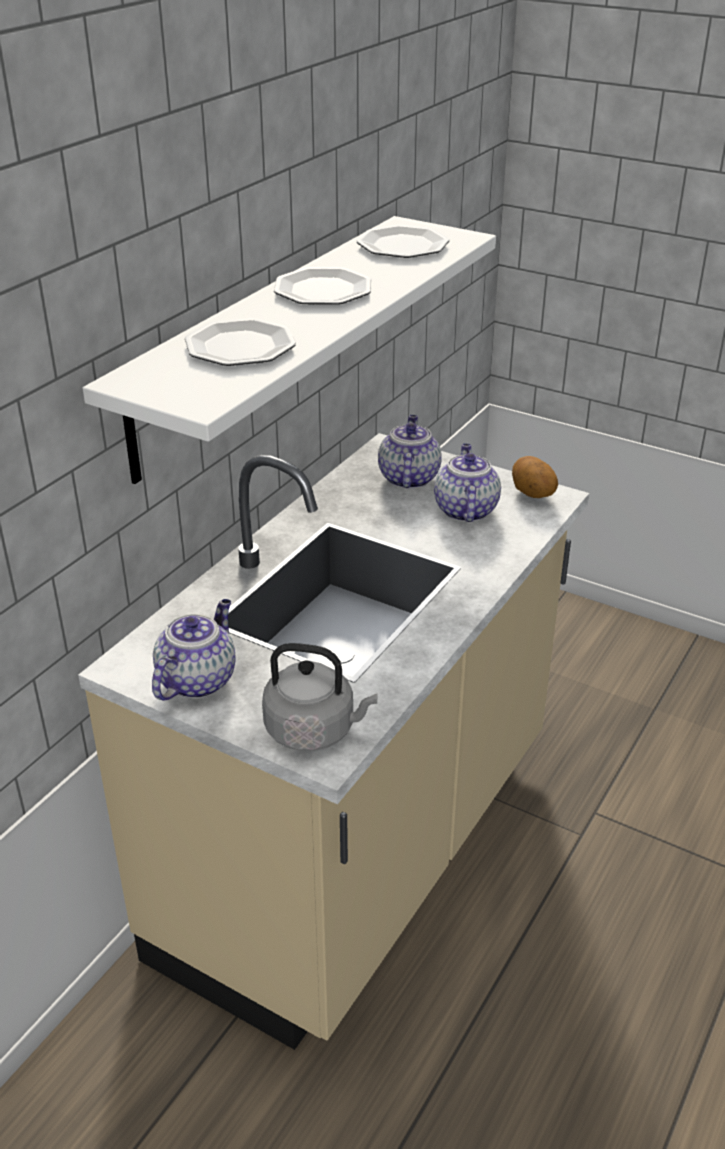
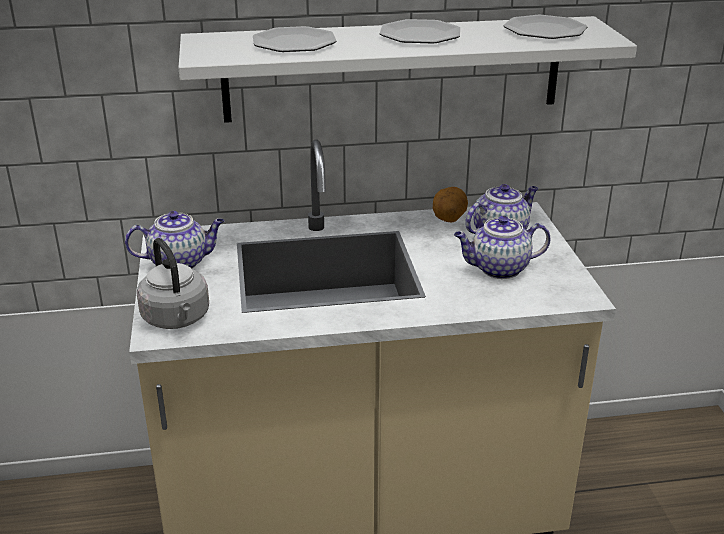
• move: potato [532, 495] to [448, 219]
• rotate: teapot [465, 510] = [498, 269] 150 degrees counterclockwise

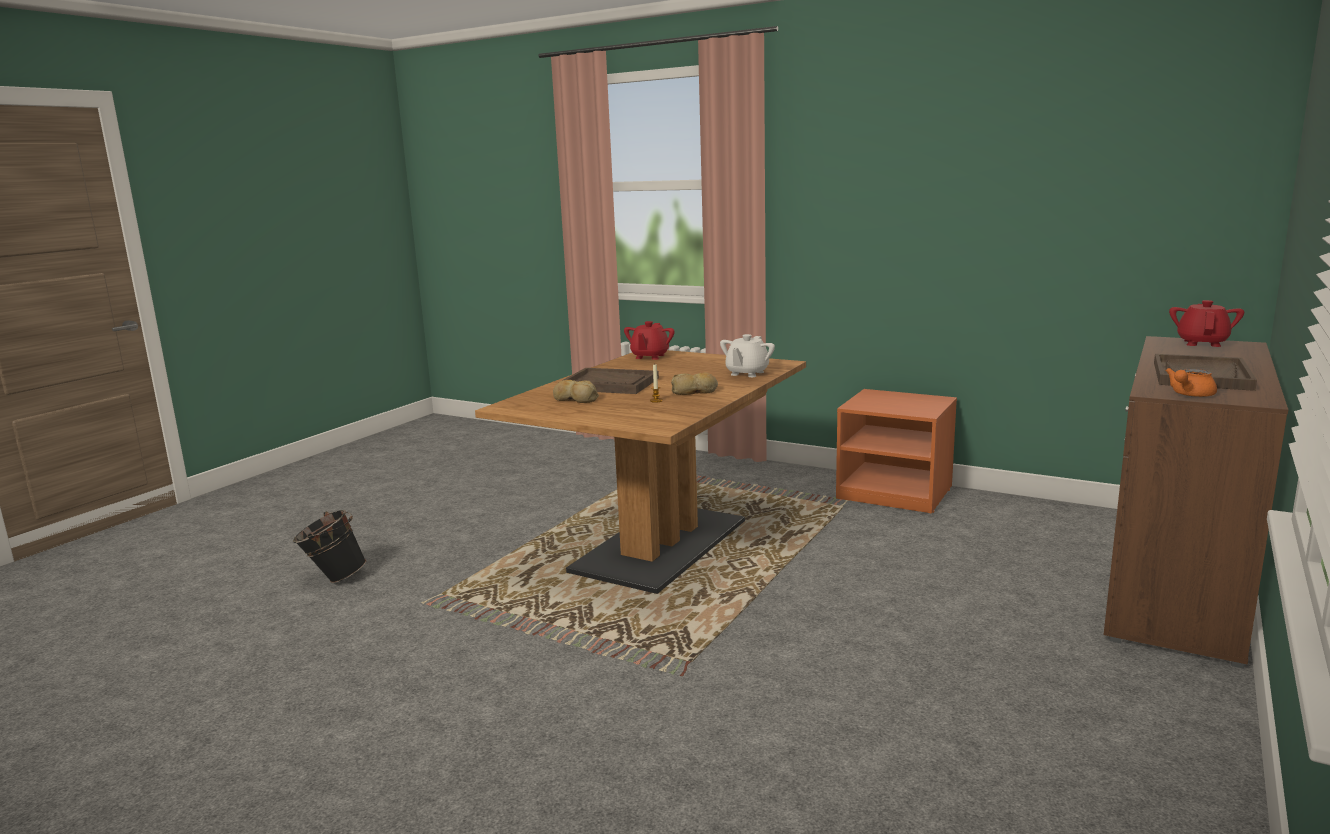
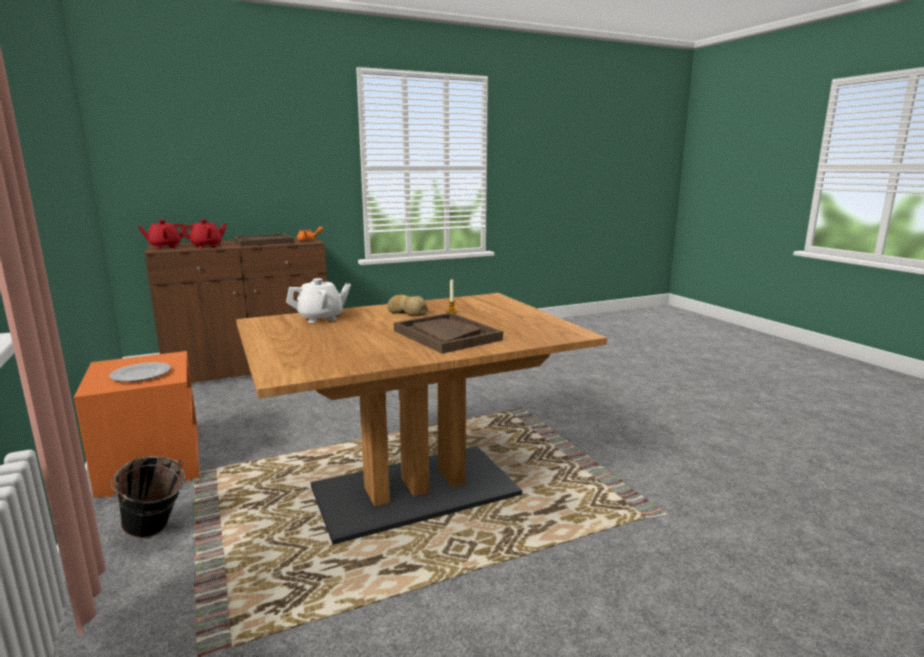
• delete: bread [575, 399]
• insert: plate [142, 374]
• move: black bucket [333, 578] to [155, 533]
• move: red teapot [649, 356] to [207, 246]

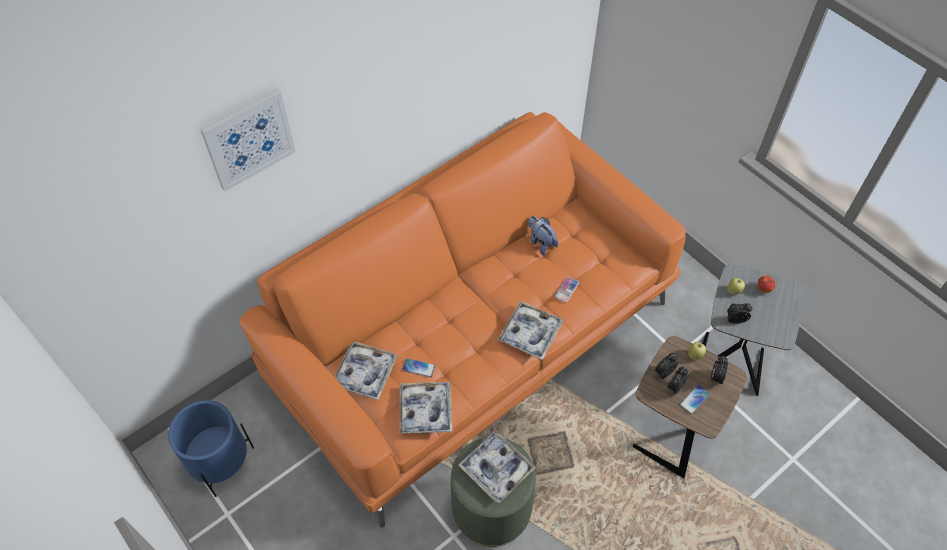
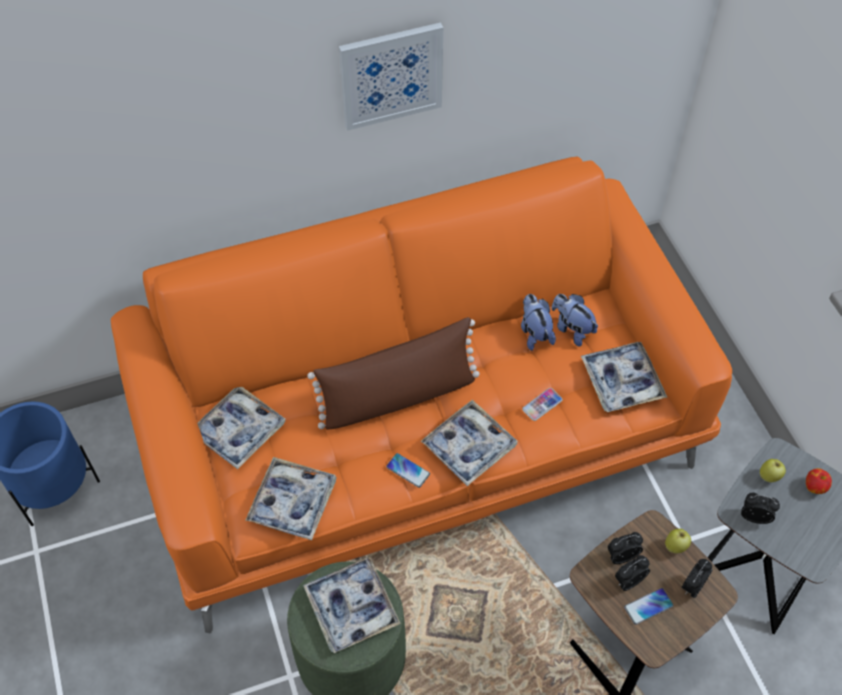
• insert: brown pillow [398, 396]
• insert: plush toy [571, 329]
• insert: tray [621, 381]
• move: picture [248, 139] to [391, 75]
• move: phone [418, 368] to [408, 470]

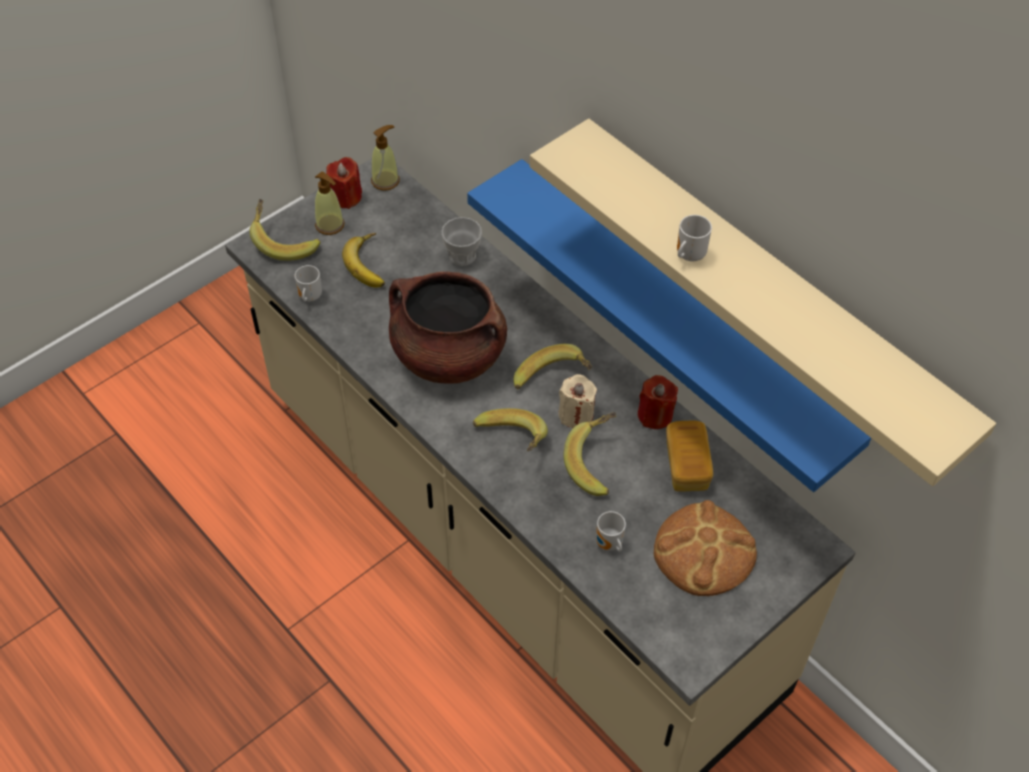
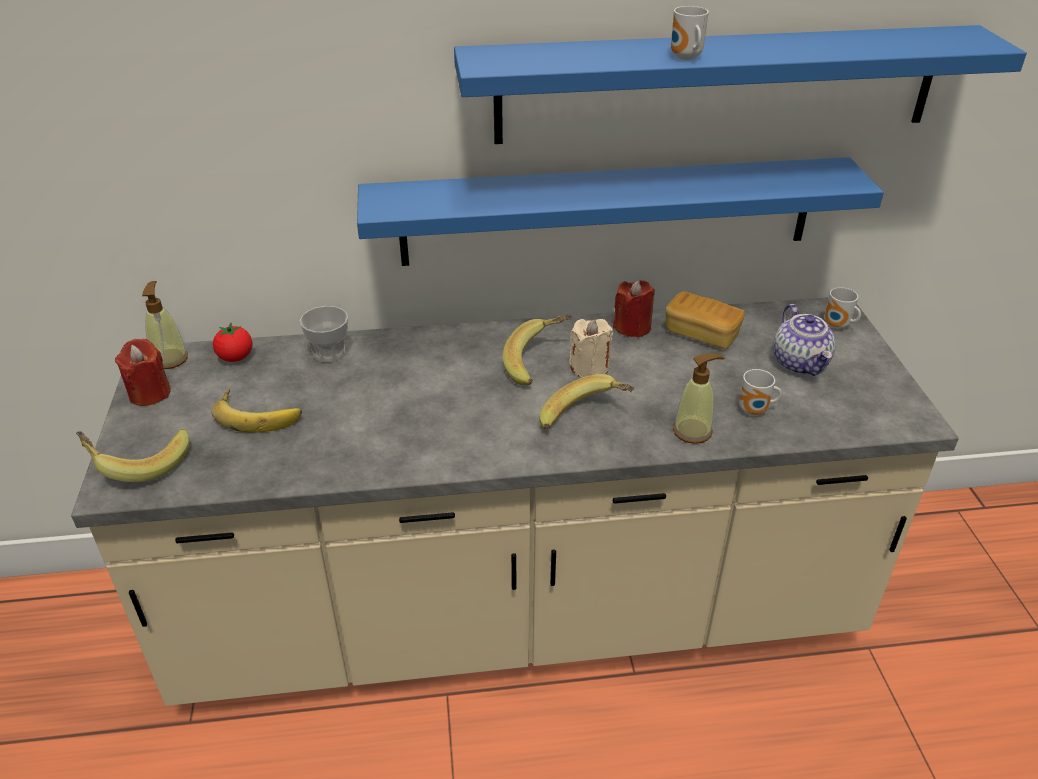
• delete: brown cooking pot [448, 355]
• delete: banana [597, 463]
• insert: tomato [236, 357]
• move: mug [309, 297] to [837, 326]
• move: soap dispenser [330, 225] to [692, 431]
• replace: bread [704, 551] to teapot [800, 363]
• recolor: beige shelf [767, 289] to blue shelf [717, 85]

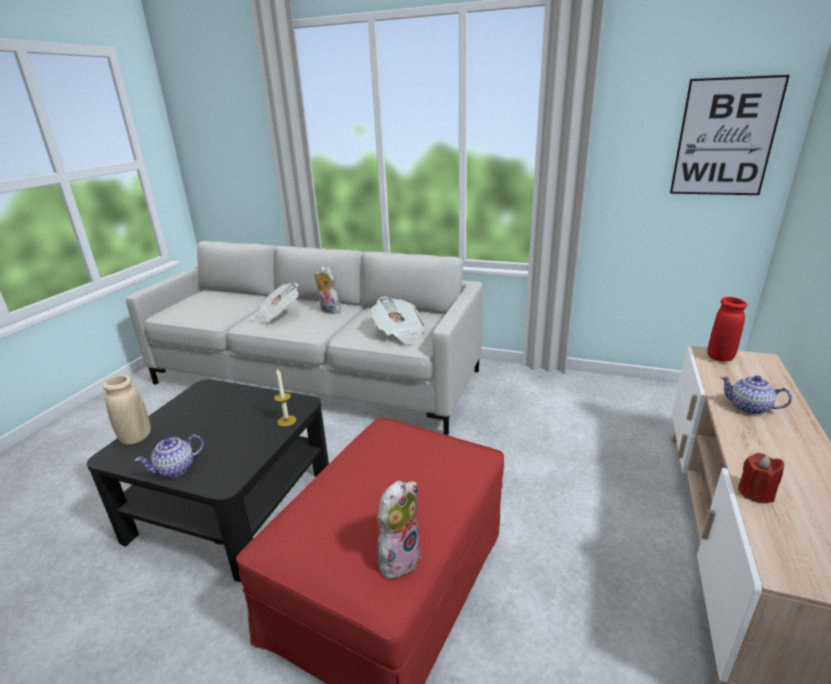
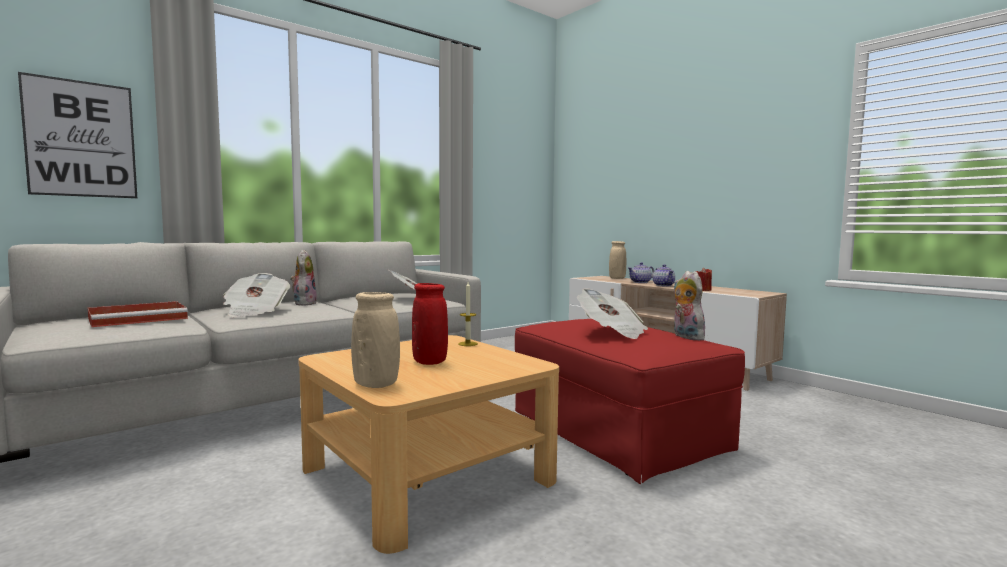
• insert: red tray [140, 318]
• insert: newspaper [612, 332]
• insert: beige vase [617, 278]
• move: teapot [176, 469] to [663, 285]
• move: picture [725, 138] to [81, 139]
• move: red vase [720, 357] to [429, 362]
• recolor: black coffee table [233, 503] to beige coffee table [427, 473]
• rotate: plush toy [328, 310] = [304, 303] 105 degrees clockwise

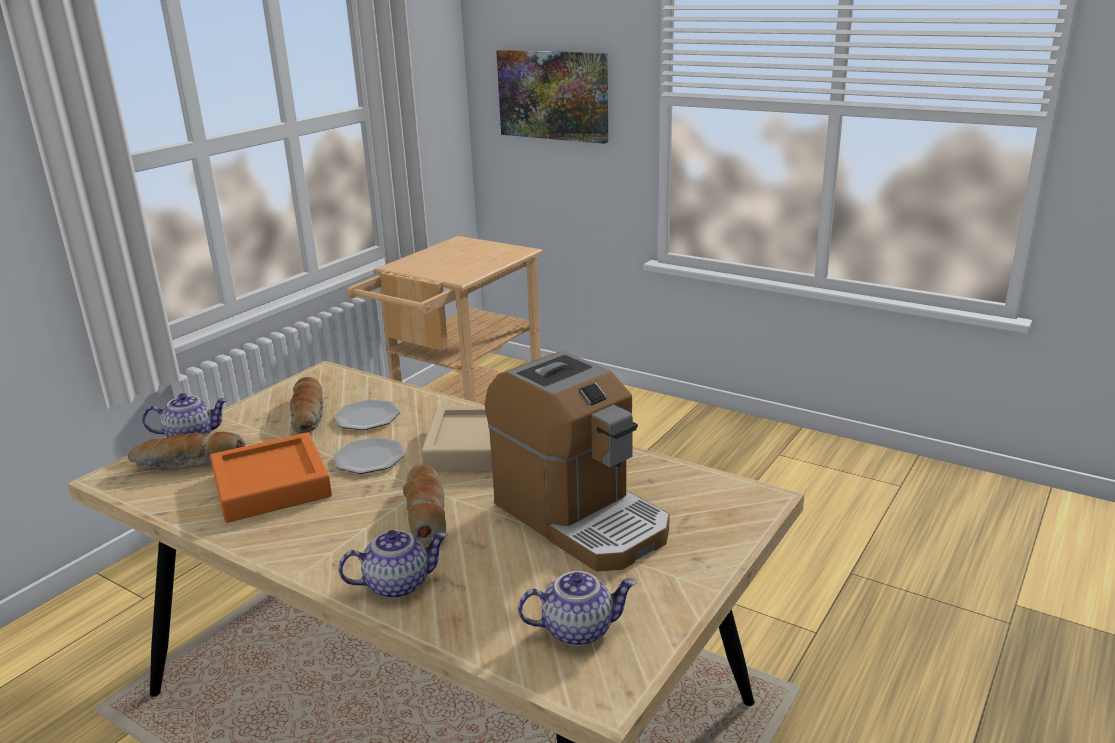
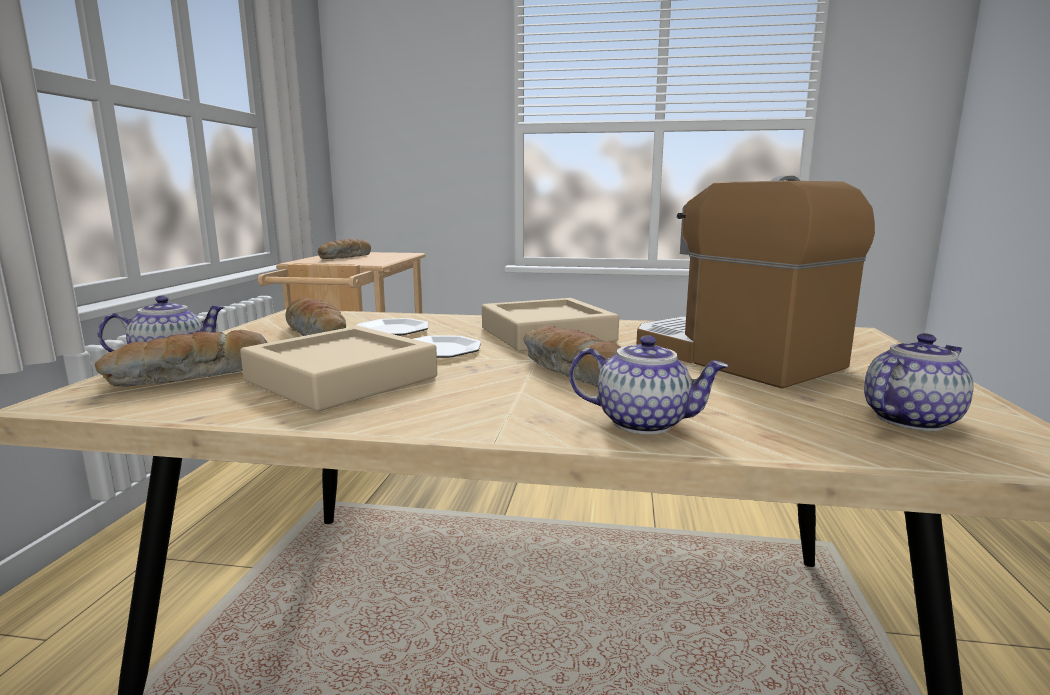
• delete: picture [553, 95]
• insert: bread [346, 257]
• recolor: orange tray [271, 485] to beige tray [341, 379]
• rotate: teapot [398, 584] = [644, 422] 60 degrees clockwise
• rotate: coffee machine [580, 517] = [734, 357] 150 degrees counterclockwise

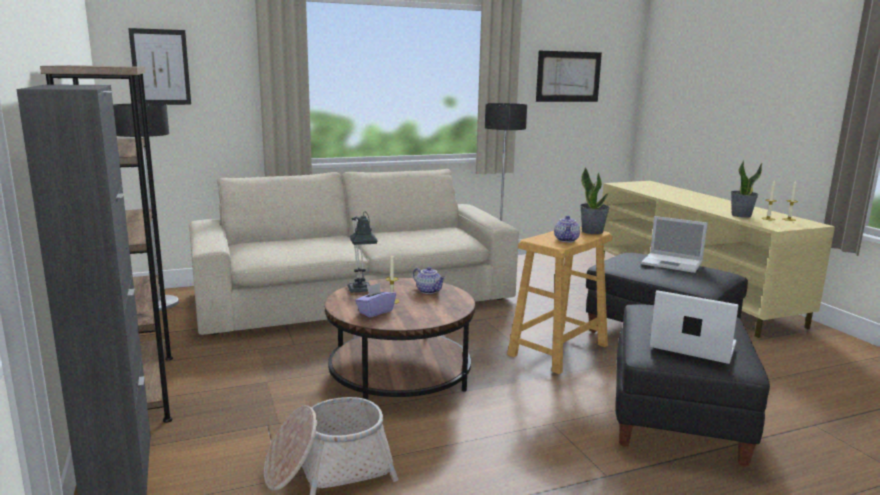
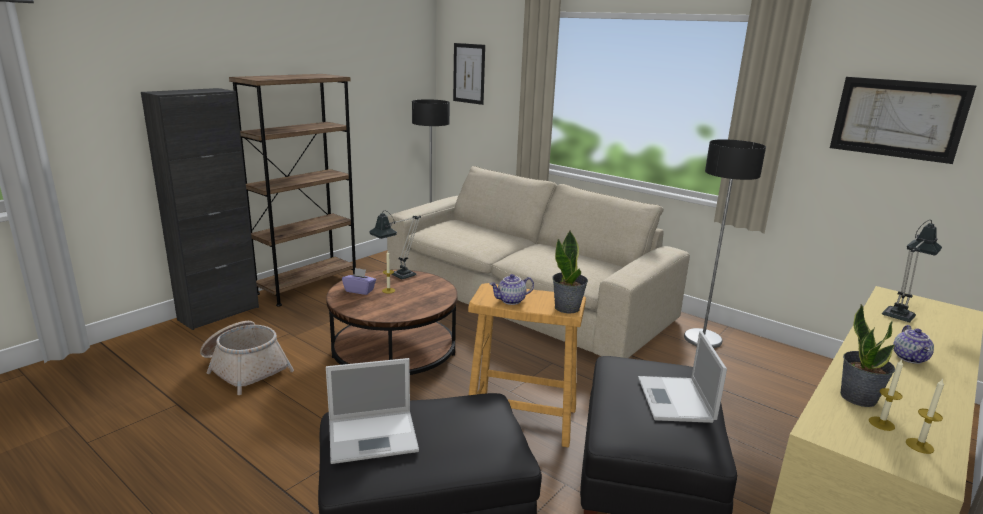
• insert: table lamp [900, 314]
• move: teapot [429, 291] to [910, 358]
• rotate: laptop [691, 345] = [374, 436] 75 degrees clockwise

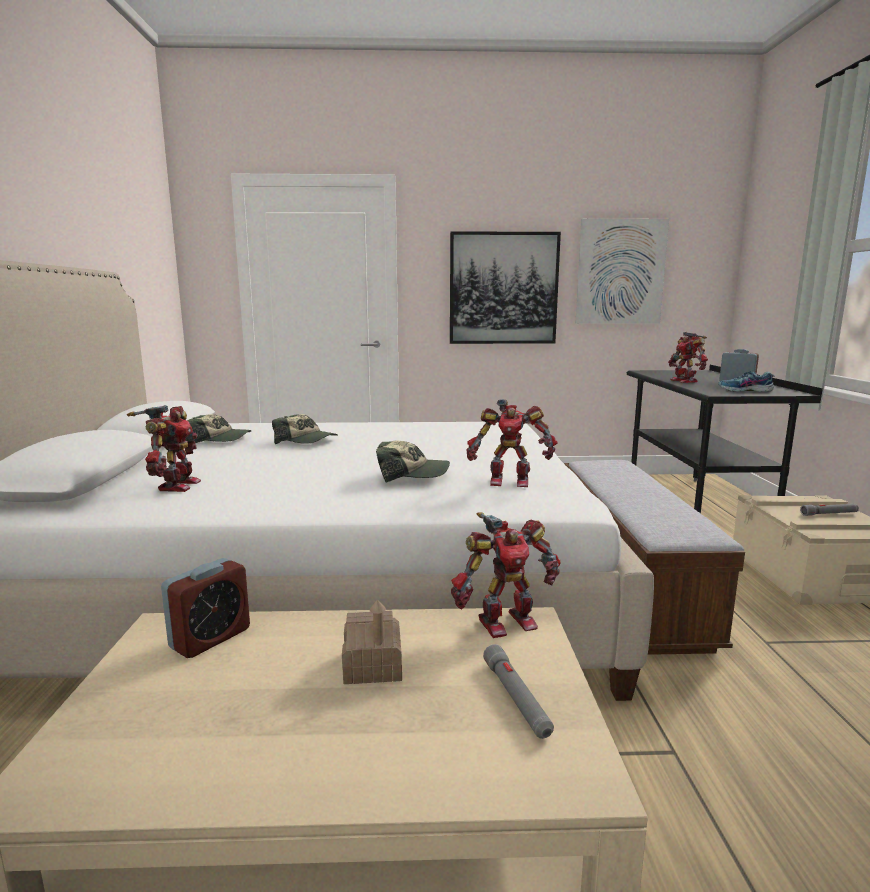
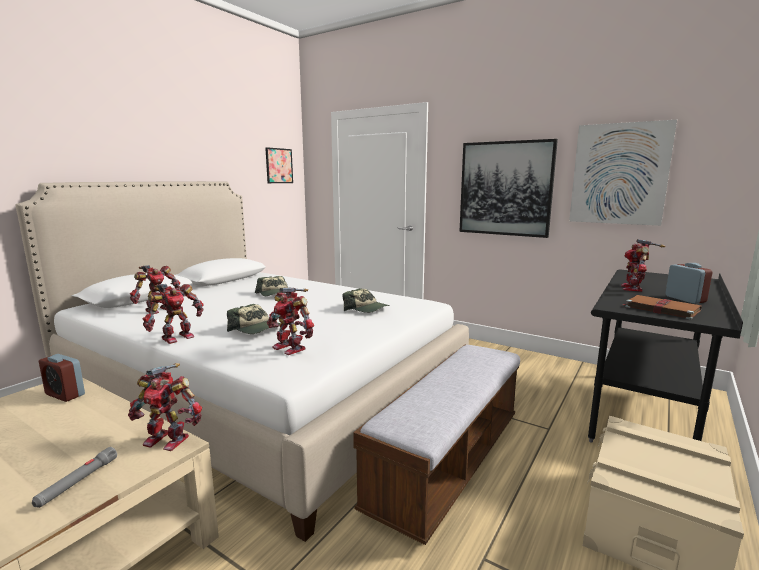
• delete: toy house [373, 666]
• delete: grey flashlight [829, 514]
• insert: toy robot [176, 337]
• insert: picture [279, 165]
• move: cap [220, 440] to [366, 309]
• replace: shoe [745, 390] to brown book [660, 309]
• rotate: alarm clock [210, 638] = [65, 394] 45 degrees clockwise

